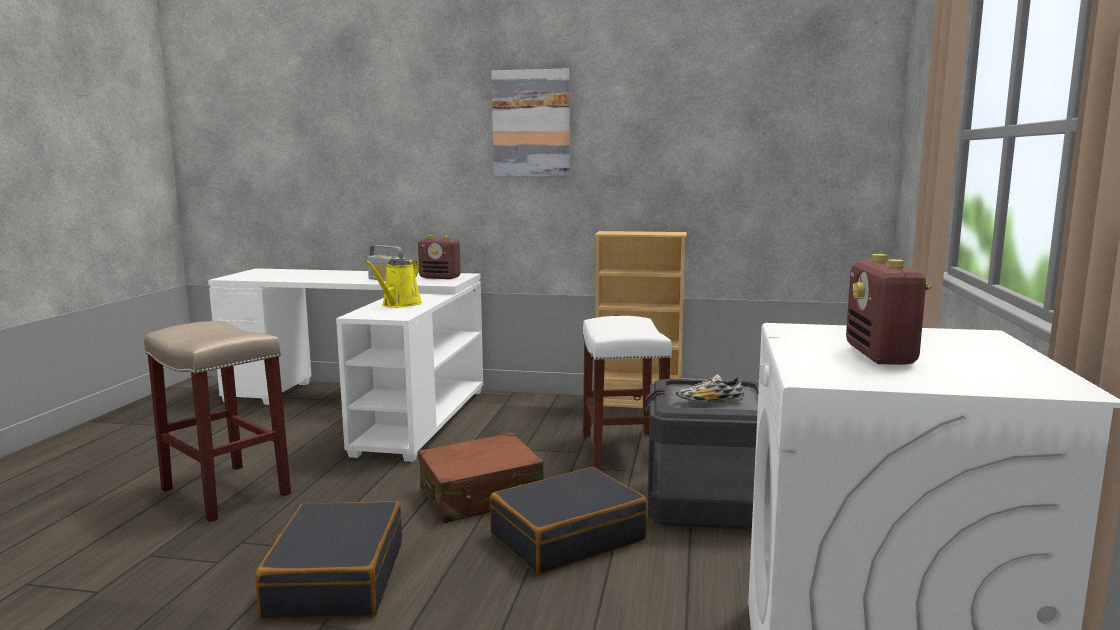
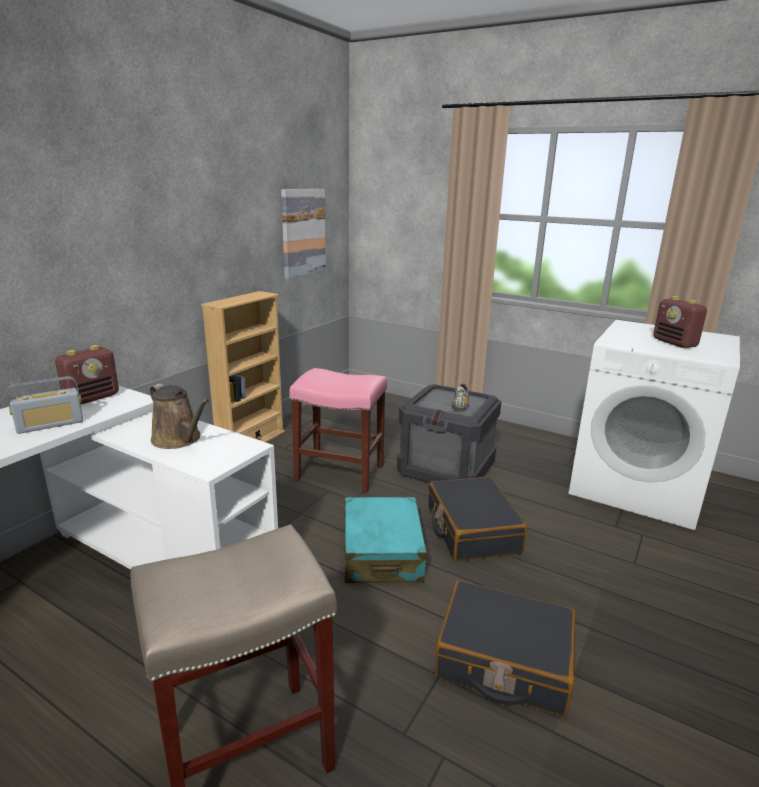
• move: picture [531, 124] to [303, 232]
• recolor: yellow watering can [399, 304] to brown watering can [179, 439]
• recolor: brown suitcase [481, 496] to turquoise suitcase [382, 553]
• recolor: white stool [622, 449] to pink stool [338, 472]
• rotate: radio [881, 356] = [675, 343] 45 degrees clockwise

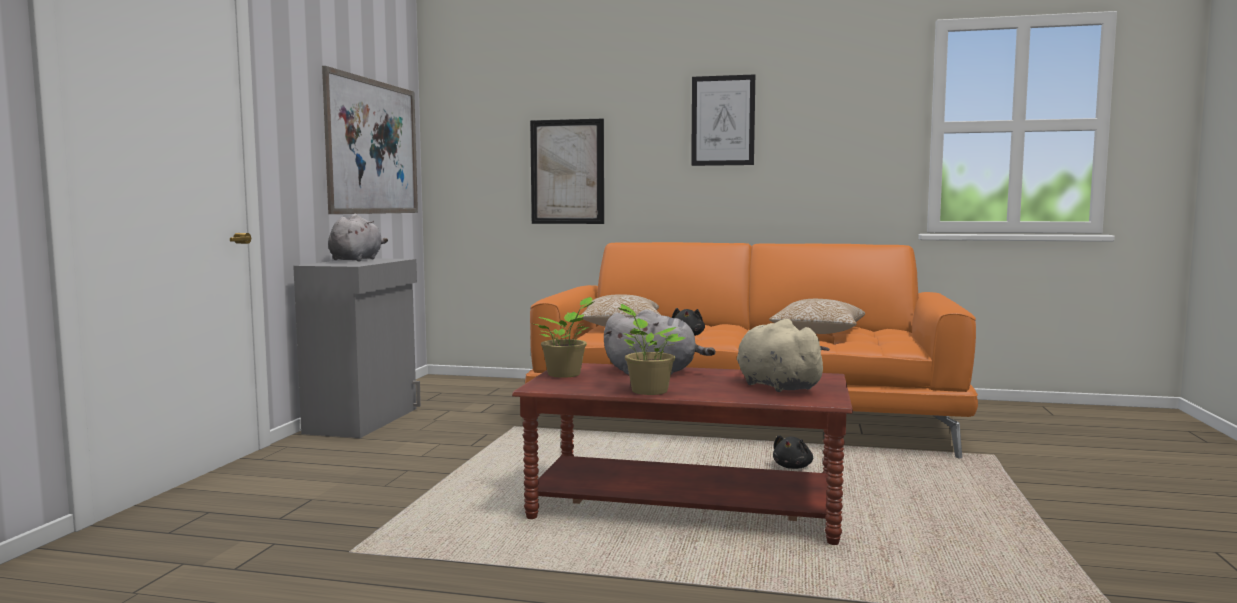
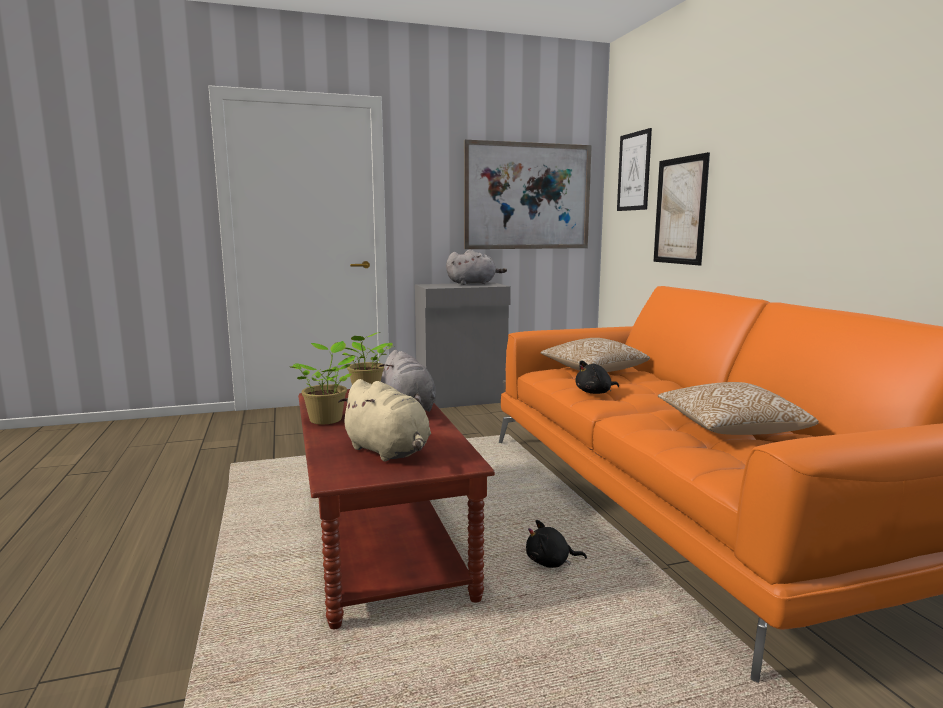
• move: picture [723, 120] to [634, 171]
• rotate: beige plush toy [775, 386] = [389, 452] 105 degrees clockwise

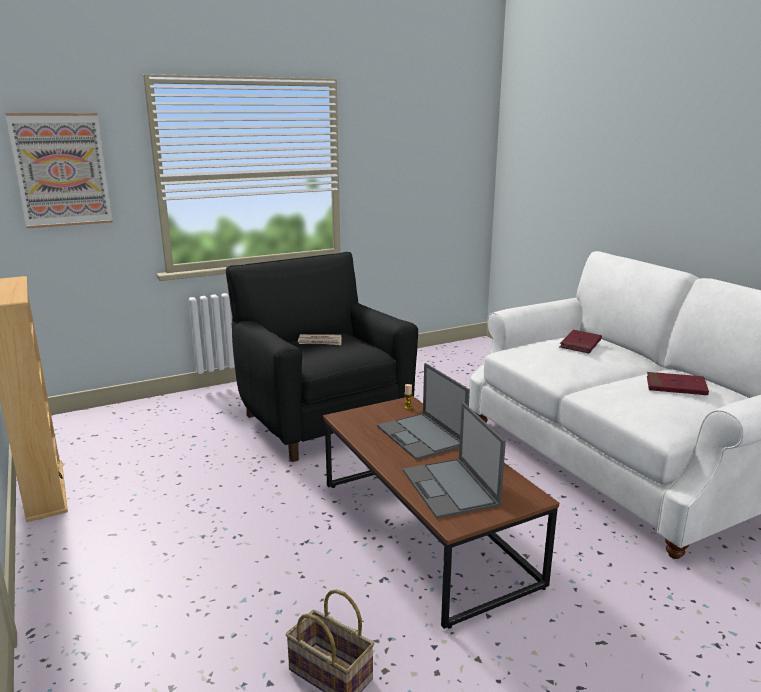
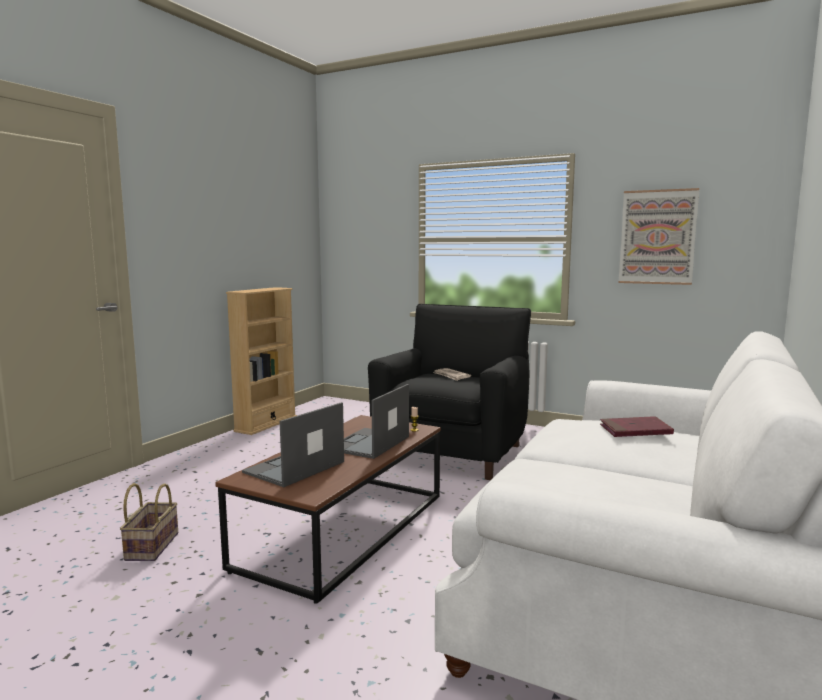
• delete: red book [676, 387]
• move: picture [61, 170] to [657, 237]

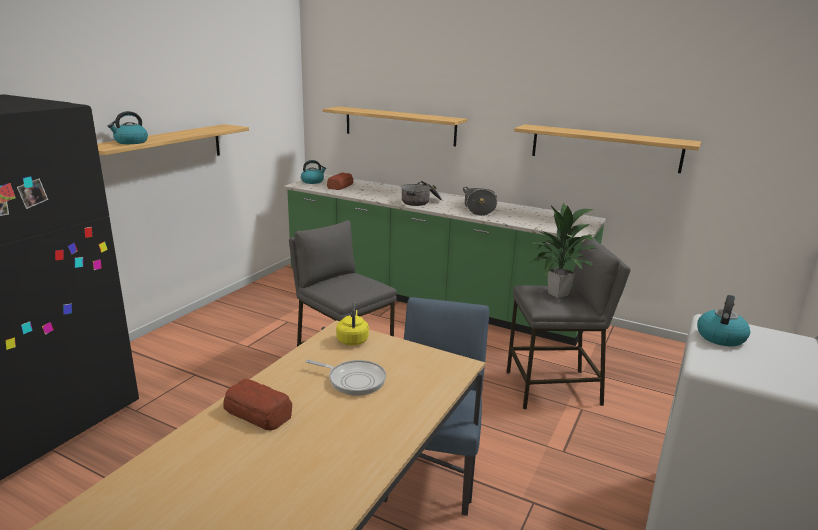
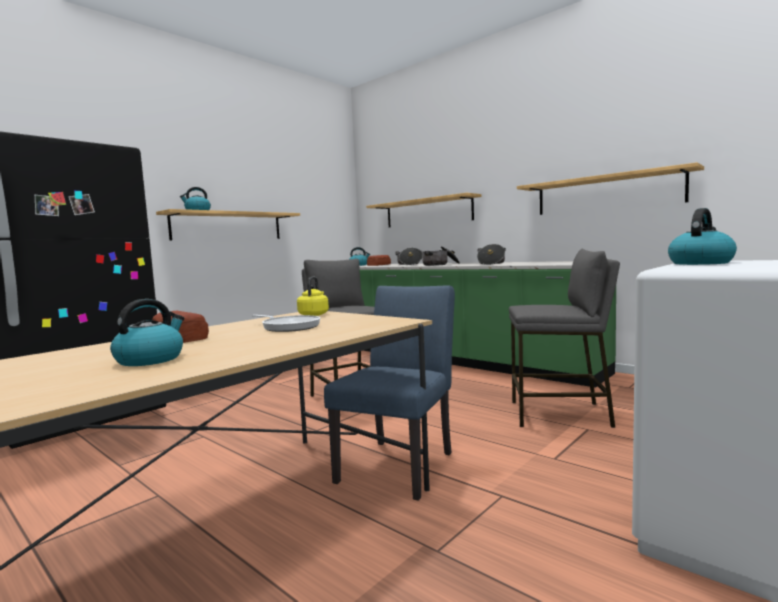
• delete: potted plant [559, 294]
• insert: kettle [150, 359]
• insert: cooking pot [409, 264]

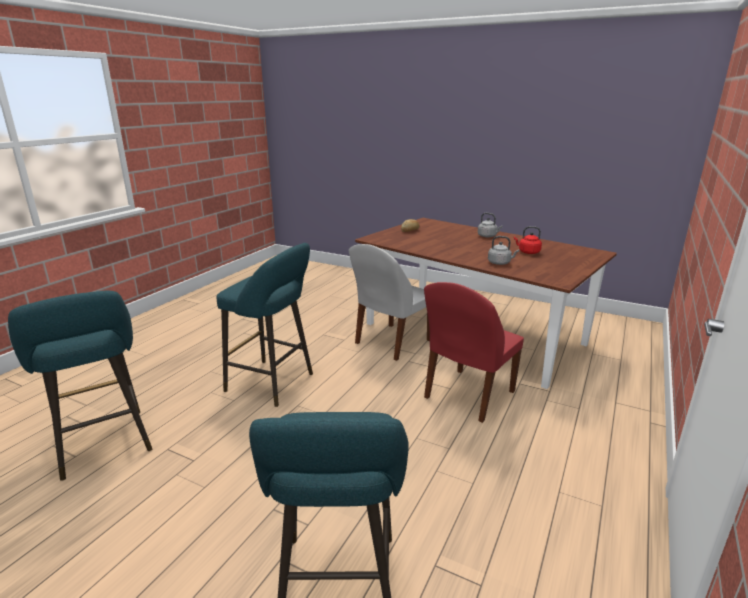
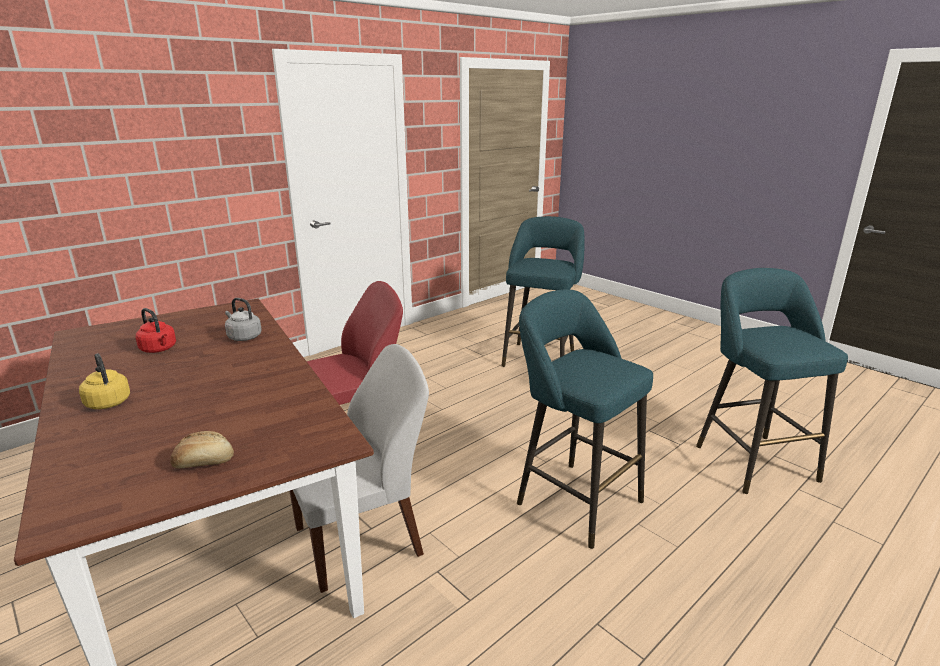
• recolor: grey kettle [488, 236] to yellow kettle [108, 402]

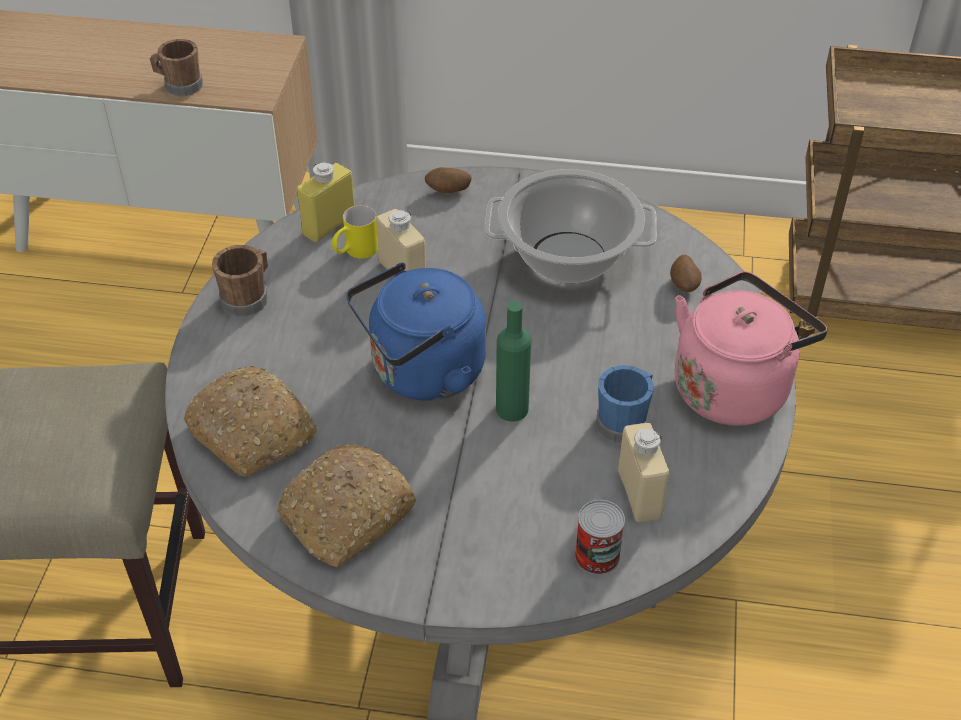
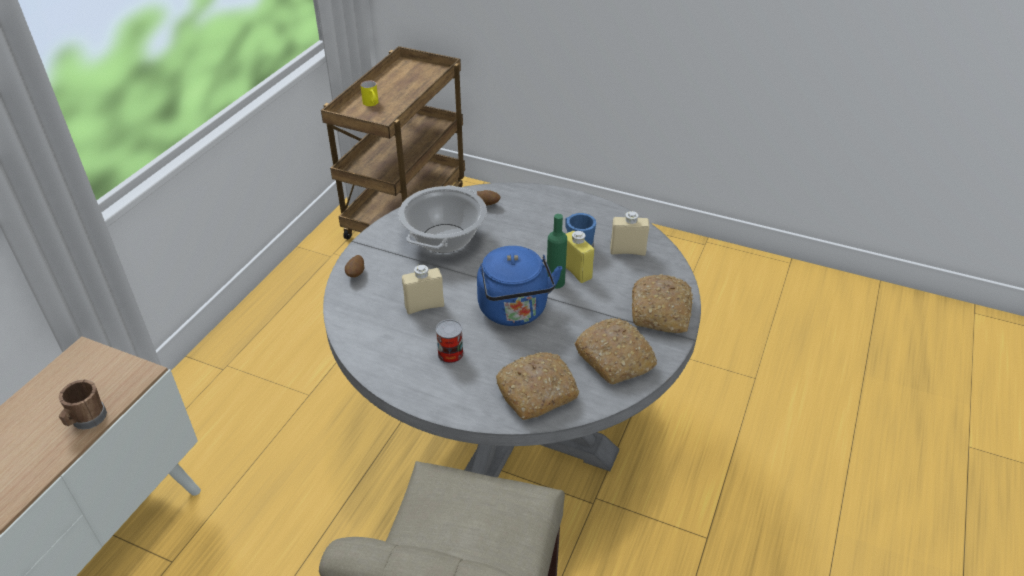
• delete: brown mug [248, 298]
• delete: pink kettle [734, 387]
• insert: bread [661, 312]
• move: yellow bottle [329, 225] to [576, 271]
• move: yellow mug [355, 252] to [372, 104]
• move: can [597, 556] to [450, 354]

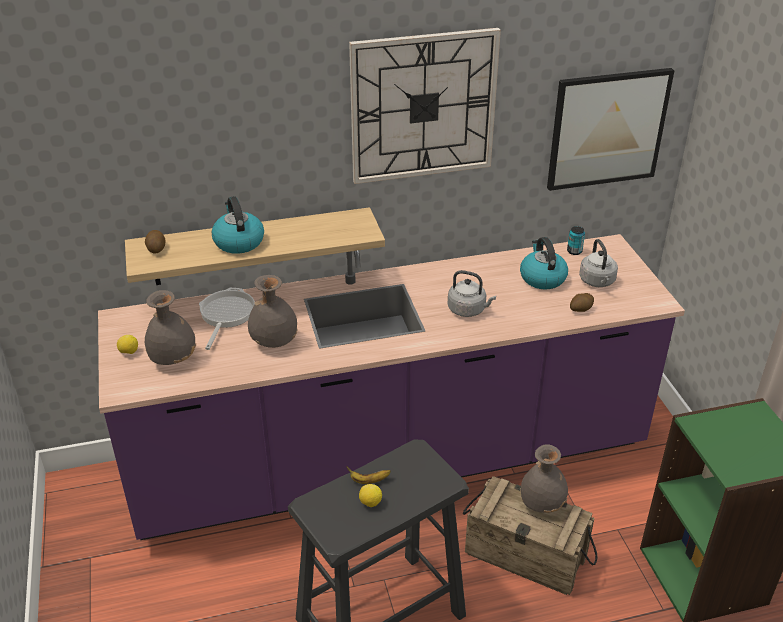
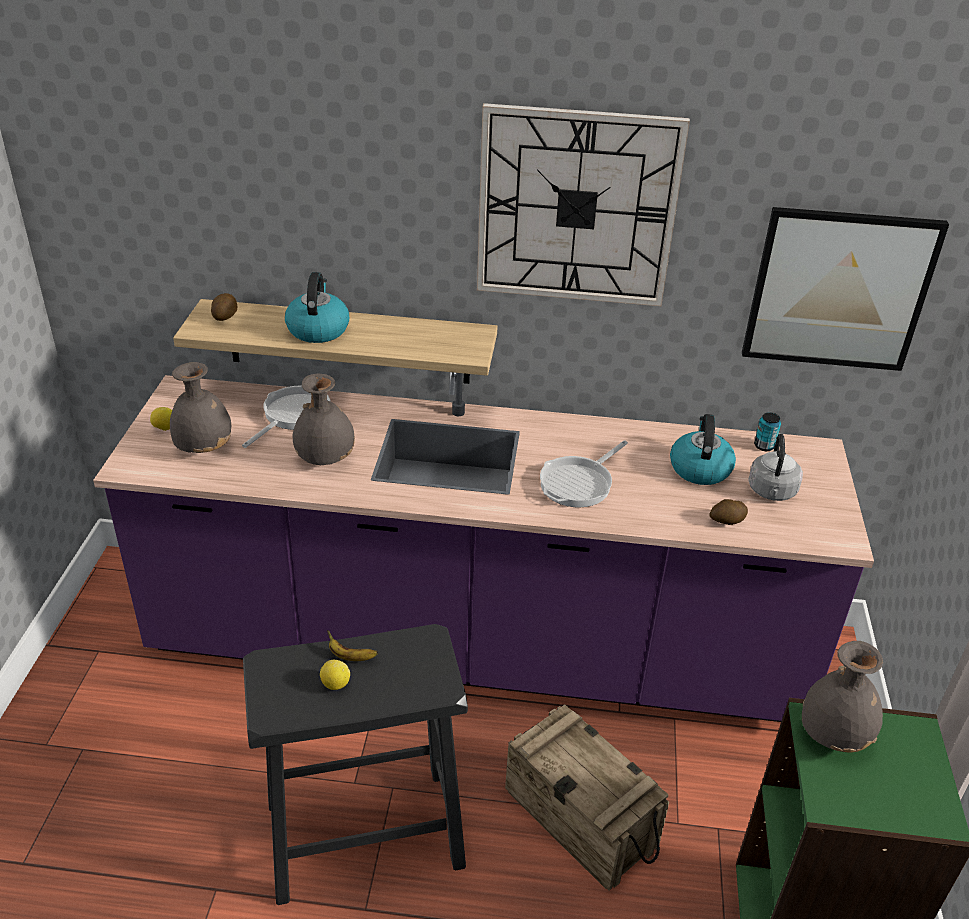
• move: grey vase [542, 503] to [834, 735]
• replace: grey kettle [468, 310] to frying pan [579, 483]

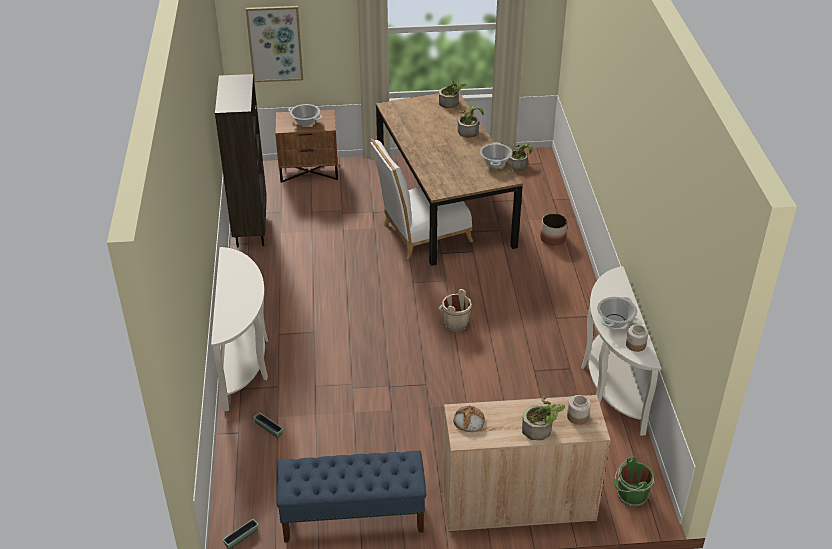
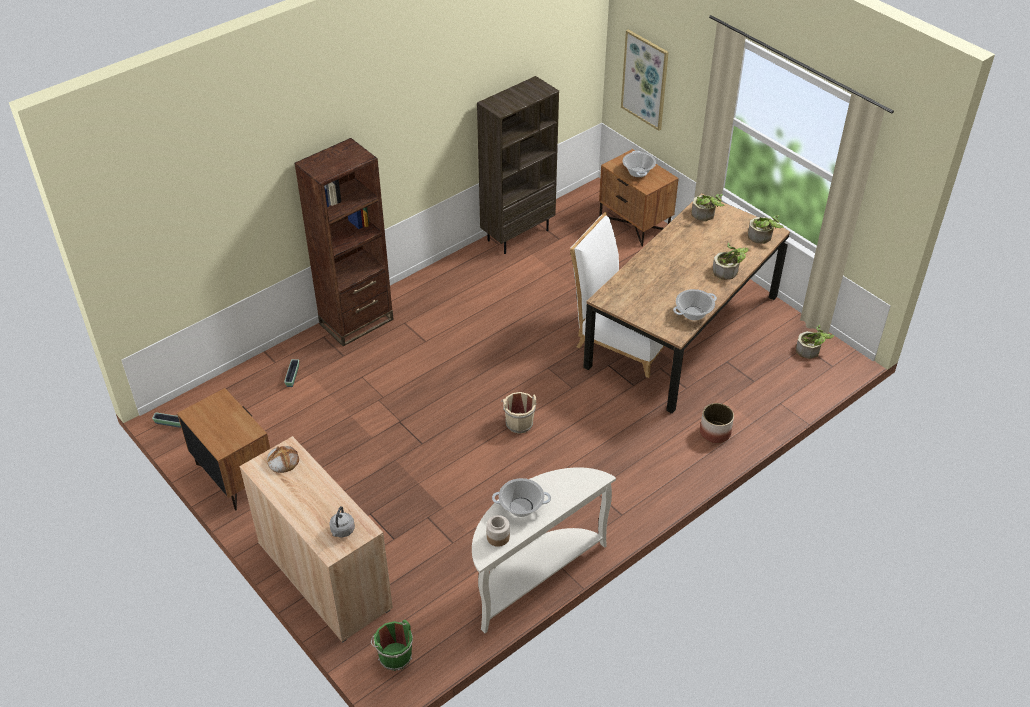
• move: potted plant [541, 429] to [705, 215]
• replace: white console table [245, 361] to brown bookcase [356, 322]
• replace: blue bench [352, 516] to brown nightstand [235, 475]
• replace: jar [578, 416] to grey kettle [342, 531]

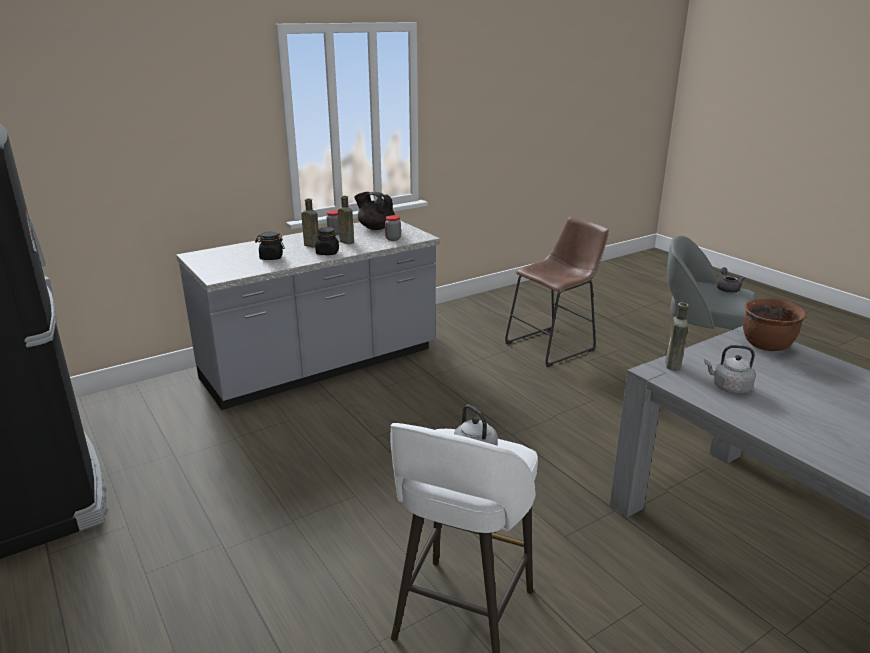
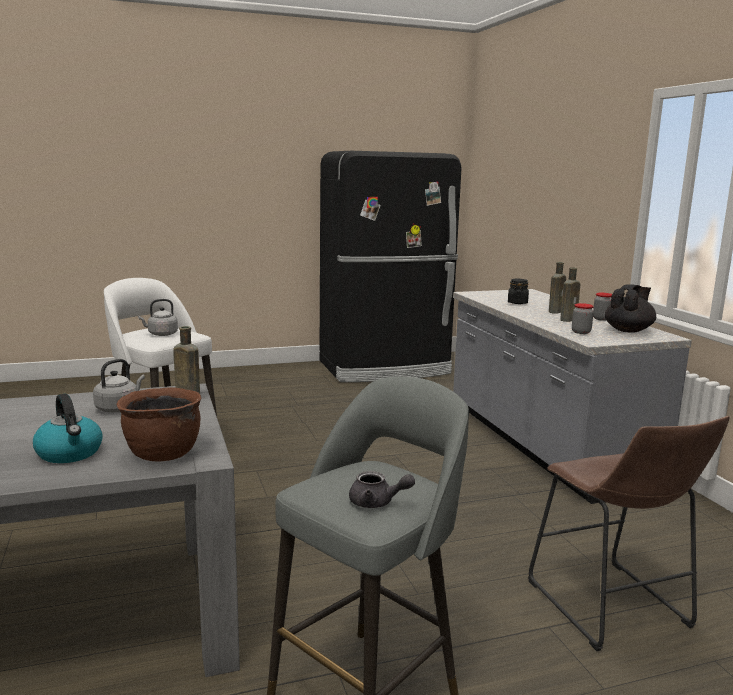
• delete: black jar [327, 253]
• insert: kettle [70, 453]

